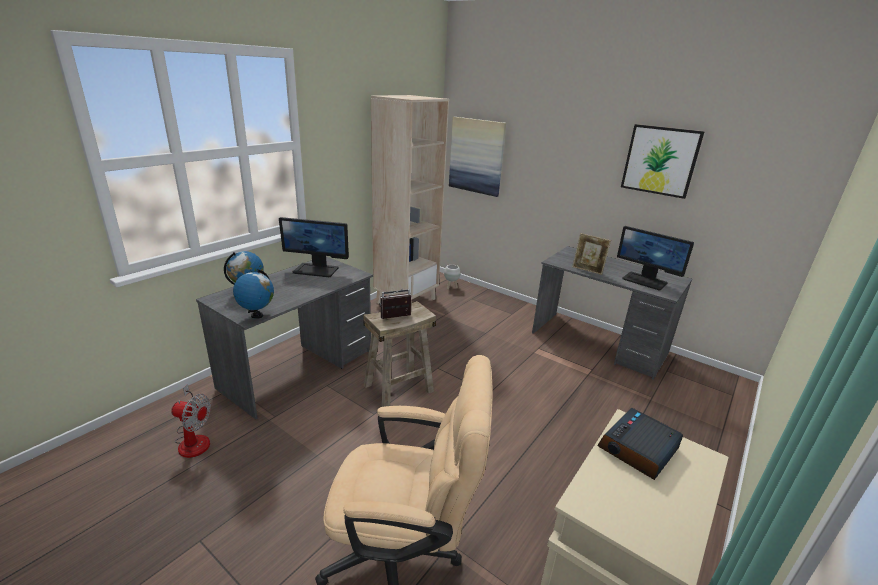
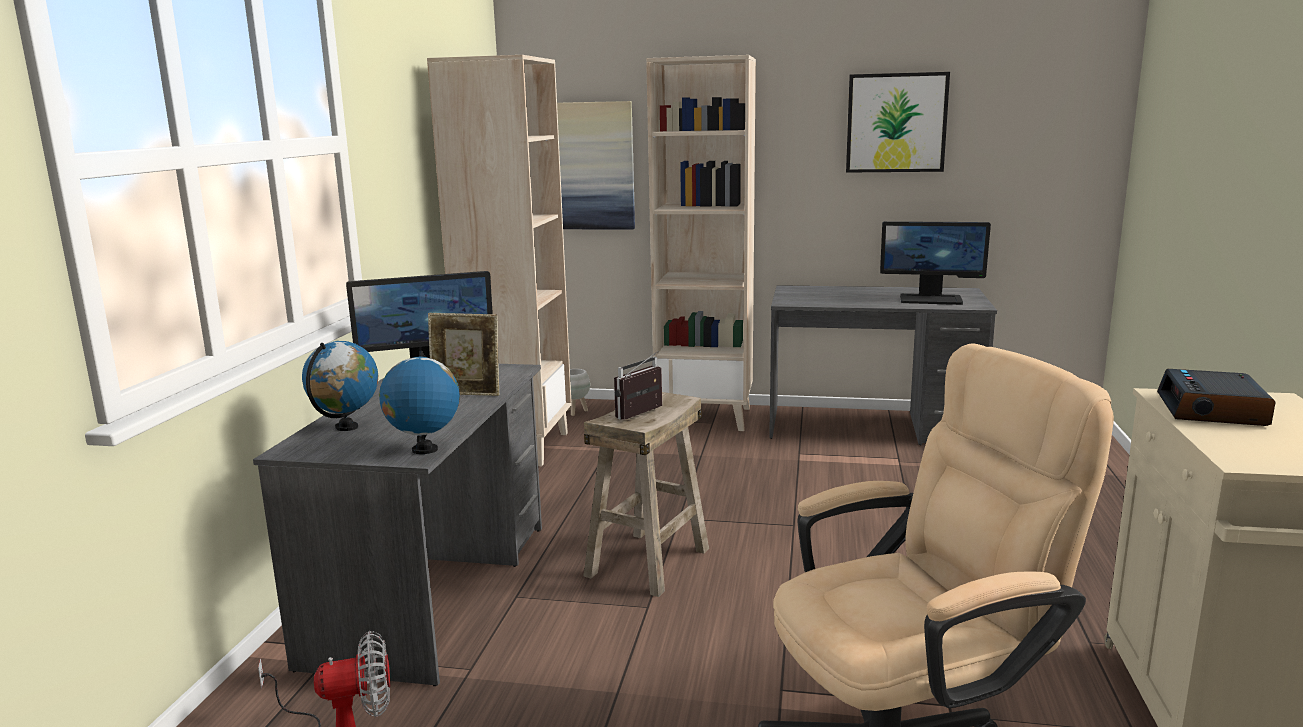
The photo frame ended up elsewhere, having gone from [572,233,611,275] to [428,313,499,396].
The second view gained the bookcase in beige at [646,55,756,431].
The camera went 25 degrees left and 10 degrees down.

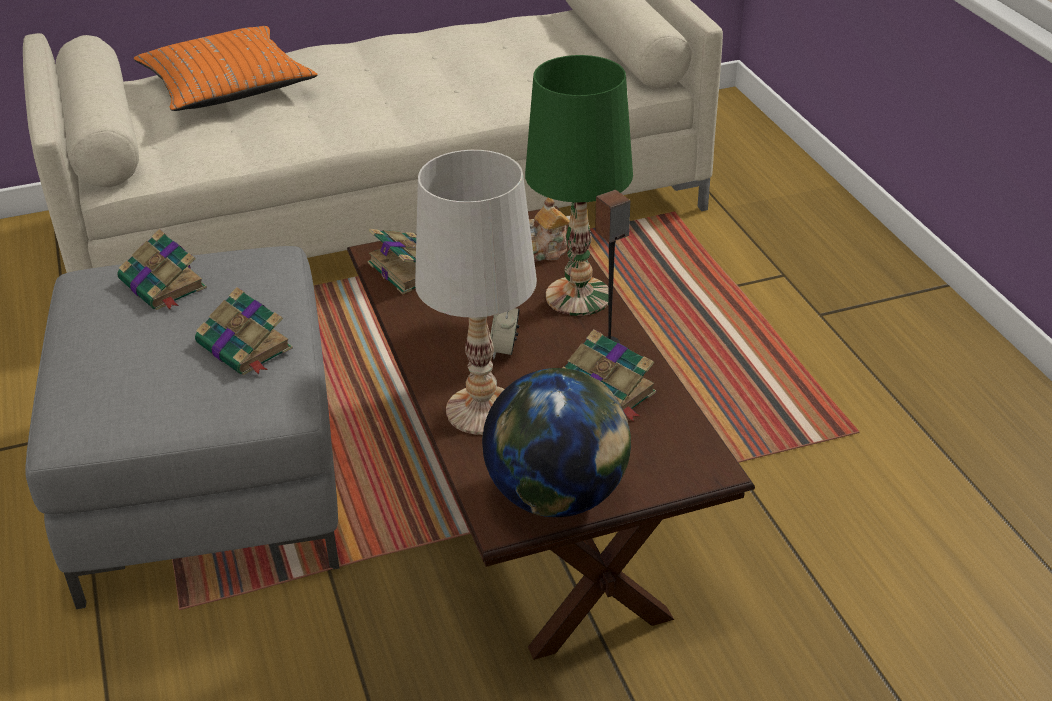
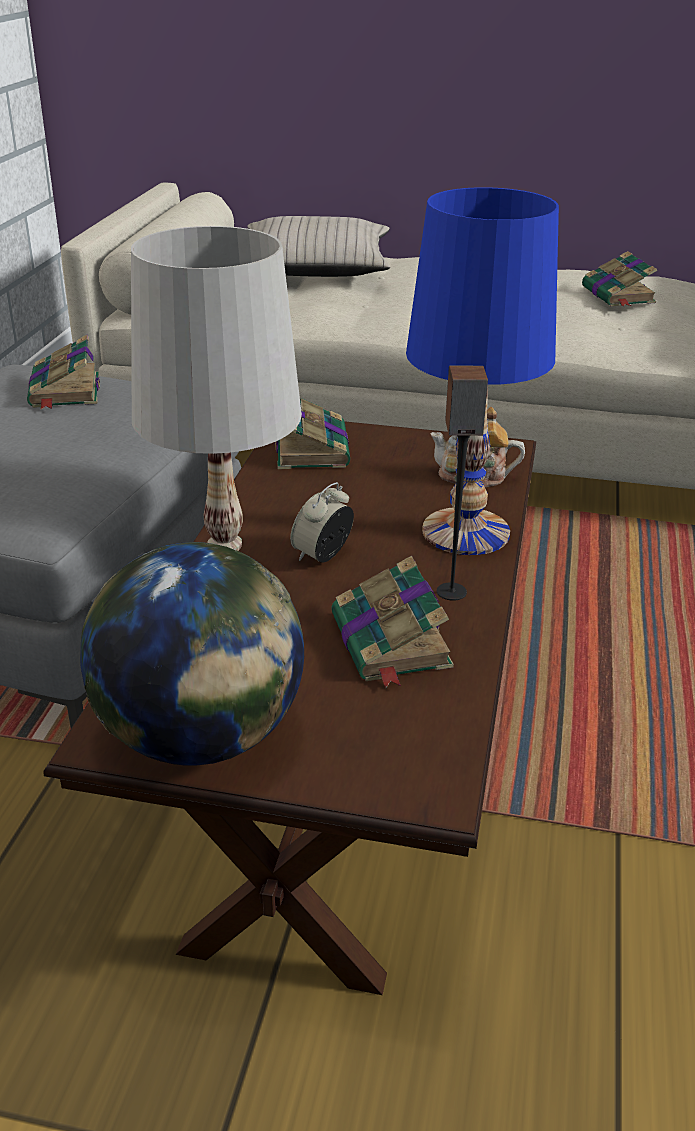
What was the pillow in orangey at [134,26,317,111] turned into the pillow in beige at [248,216,390,277].
What was the tabletop lamp in green-coloured at [525,55,633,316] turned into the tabletop lamp in bluish at [406,187,559,555].
The volume ended up elsewhere, having gone from [195,287,293,375] to [582,251,657,307].
The camera went 30 degrees right and 5 degrees down.

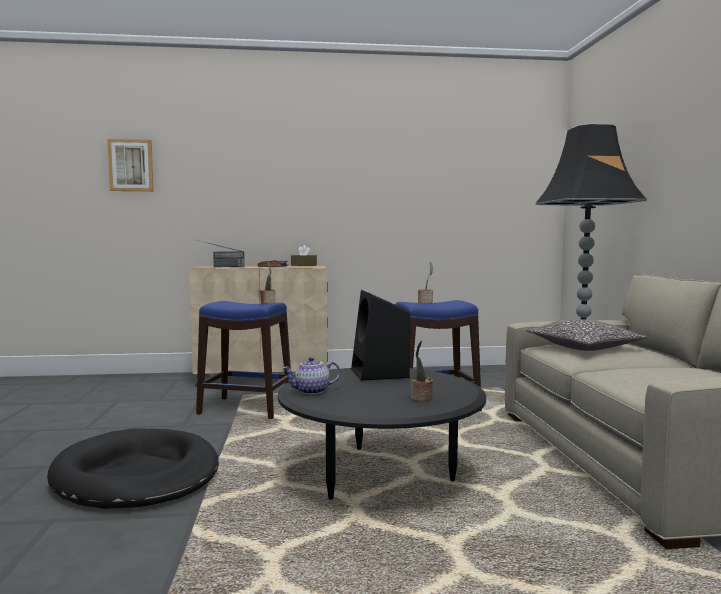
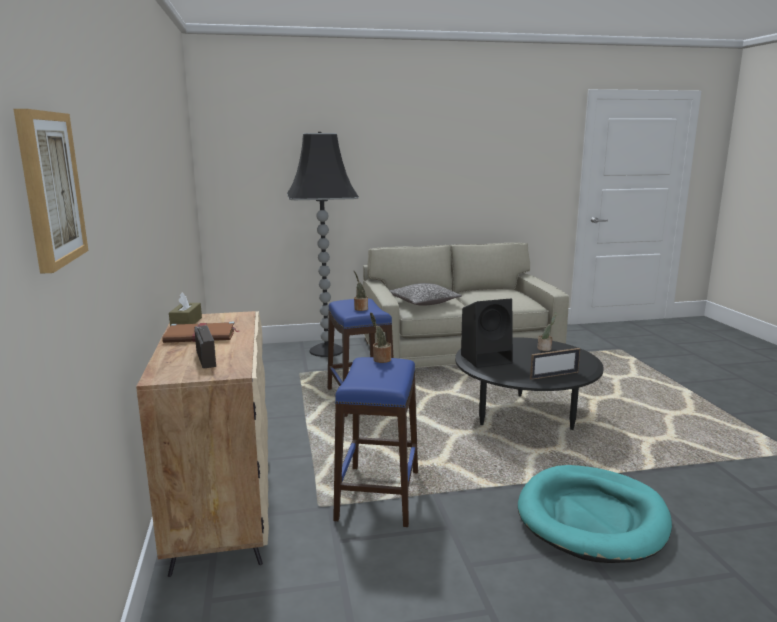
Where the pot for tea stood at [282,357,340,395], the photo frame came to stand at [530,348,580,380].
What was the pet bed in black-coloured at [47,429,219,509] turned into the pet bed in blue-green at [518,465,672,563].
The camera went 95 degrees left and 10 degrees up.

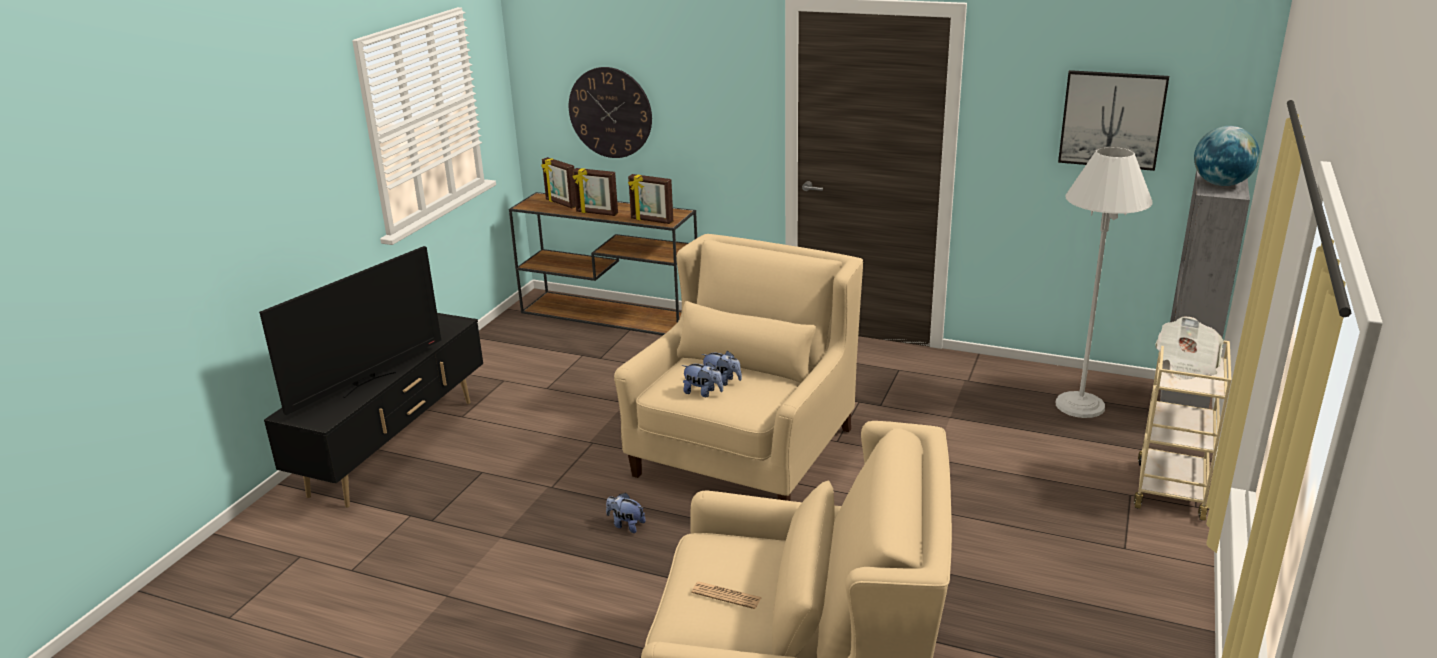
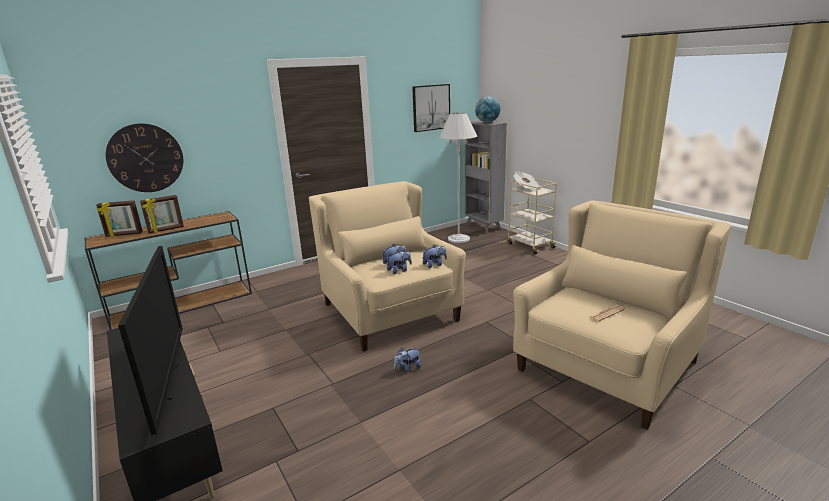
The second view lost the photo frame at [628,174,673,224].
The second view gained the soft toy at [423,245,447,268].
The camera went 55 degrees left and 5 degrees down.

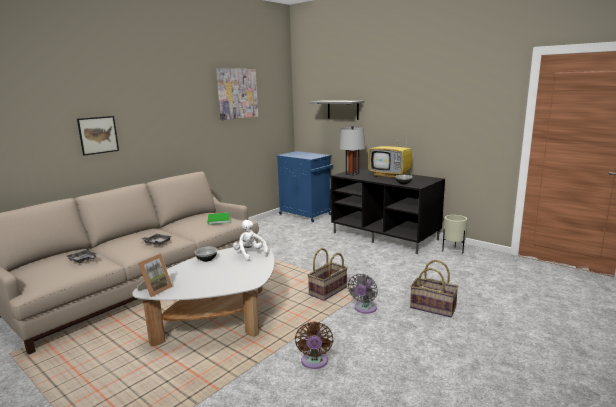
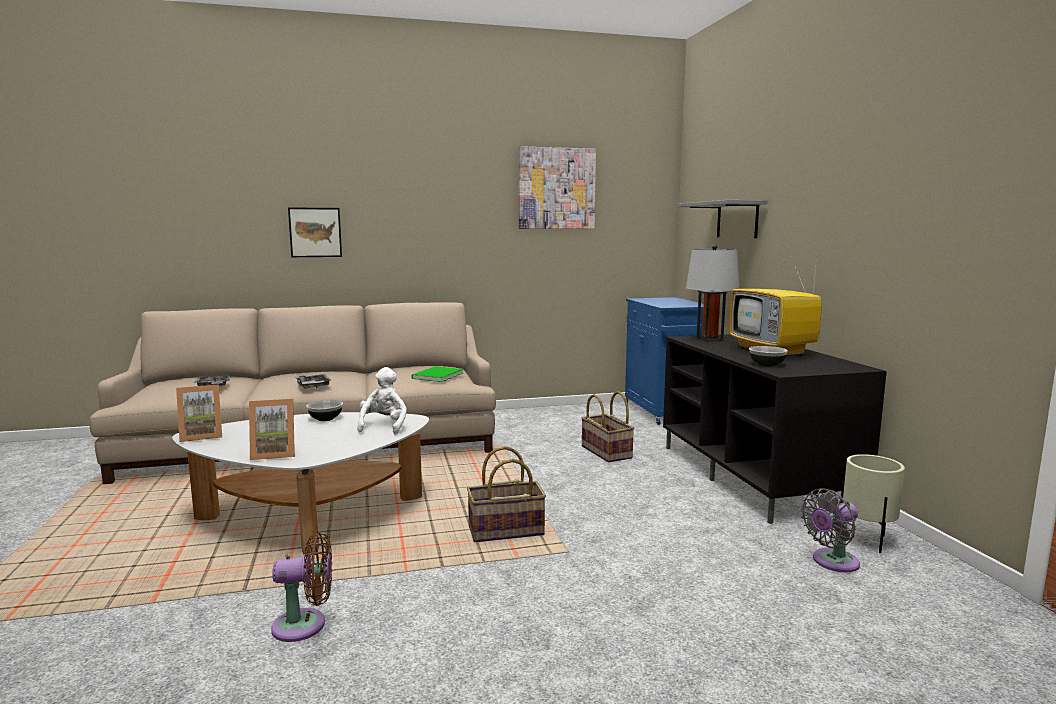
The basket ended up elsewhere, having gone from [410,260,459,317] to [581,391,634,462].
The cooling fan in greyish ended up elsewhere, having gone from [348,274,378,314] to [801,488,860,572].
The cooling fan in brownish at [295,321,333,369] ended up facing another way, 135 degrees counterclockwise from before.
The second view gained the photo frame at [249,399,295,460].
The camera went 35 degrees right and 5 degrees down.

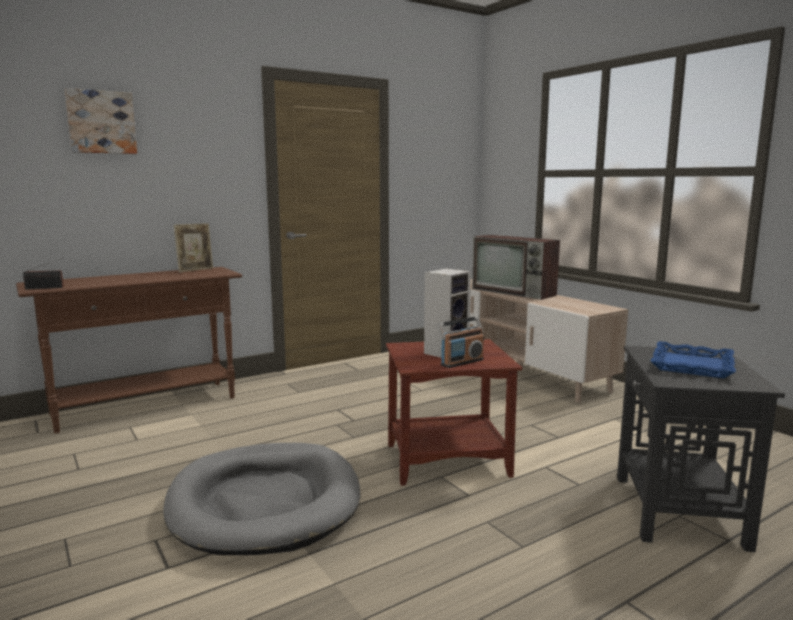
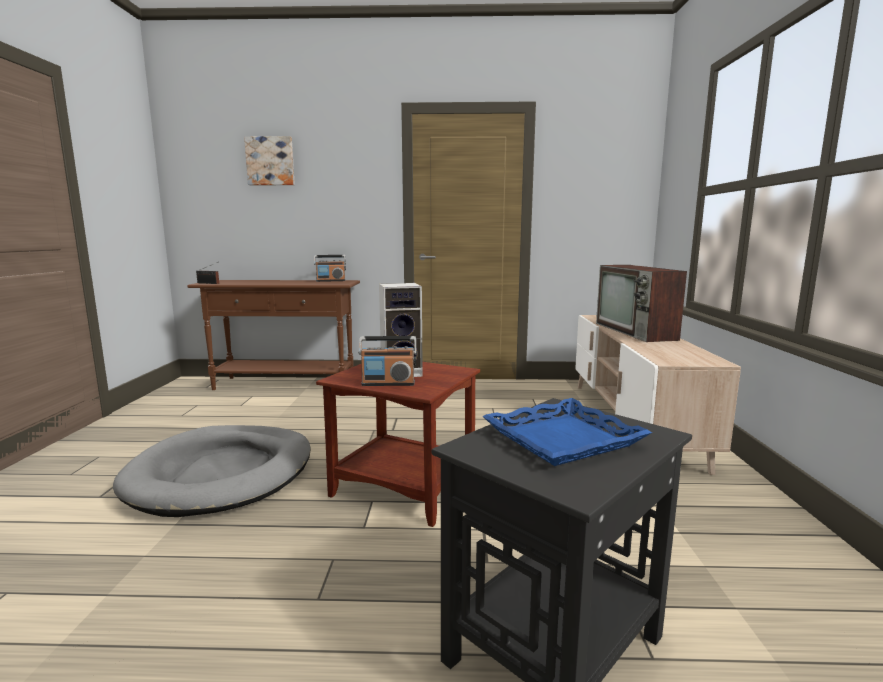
Where the photo frame stood at [174,223,213,272], the radio came to stand at [314,255,346,282].
The camera went 35 degrees right and 0 degrees up.

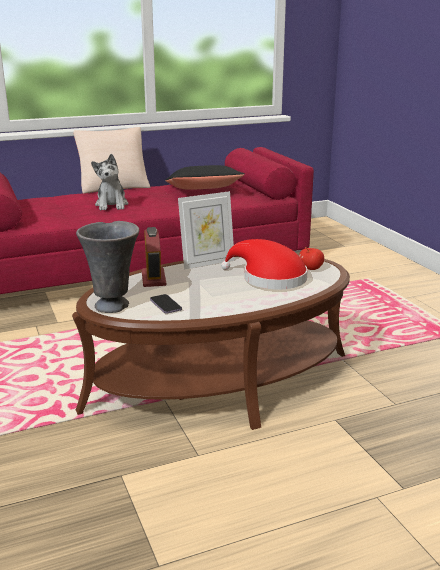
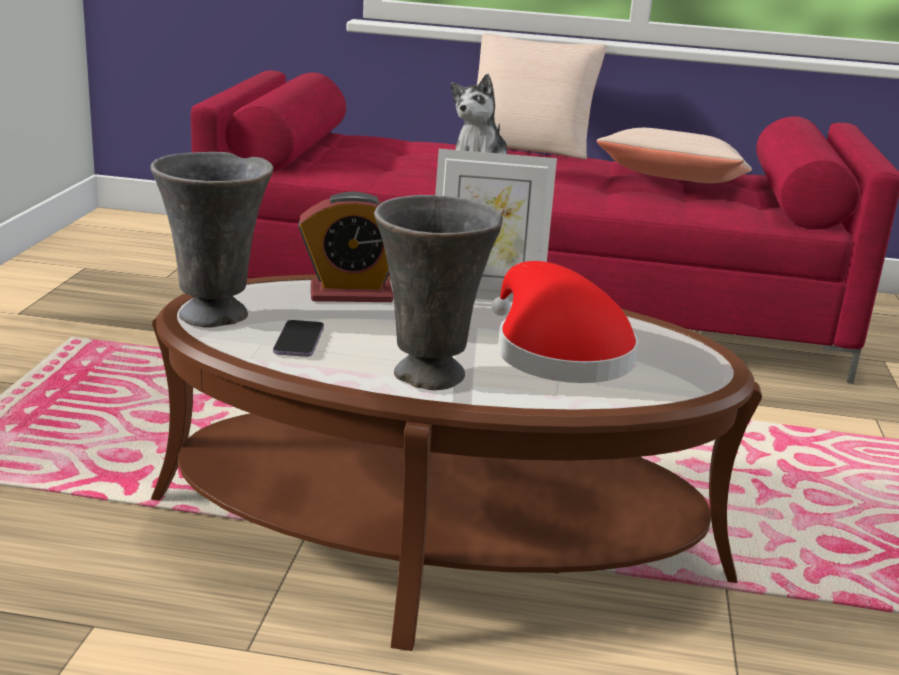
What was the pillow in black-coloured at [165,165,245,190] turned into the pillow in beige at [597,128,752,183].
The table clock at [142,227,167,287] ended up facing another way, 60 degrees clockwise from before.
The second view lost the whole apple at [299,247,324,270].
The second view gained the decorative vase in greyish at [374,195,502,390].
The camera went 30 degrees right and 0 degrees up.

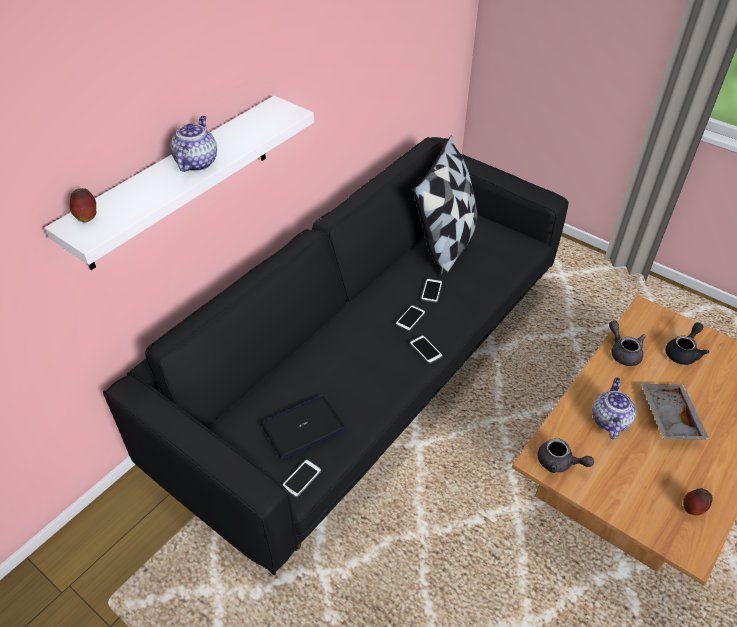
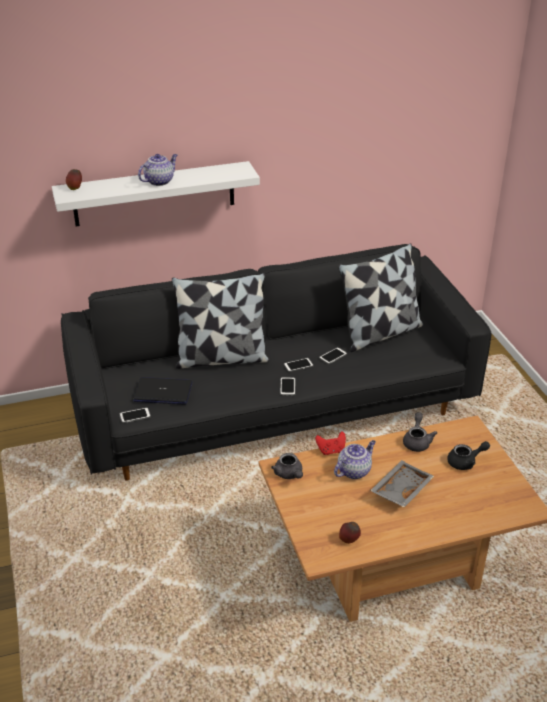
The second view gained the pillow at [172,273,269,369].
The second view gained the gamepad in red-coloured at [315,431,346,455].
The camera went 35 degrees right and 10 degrees down.

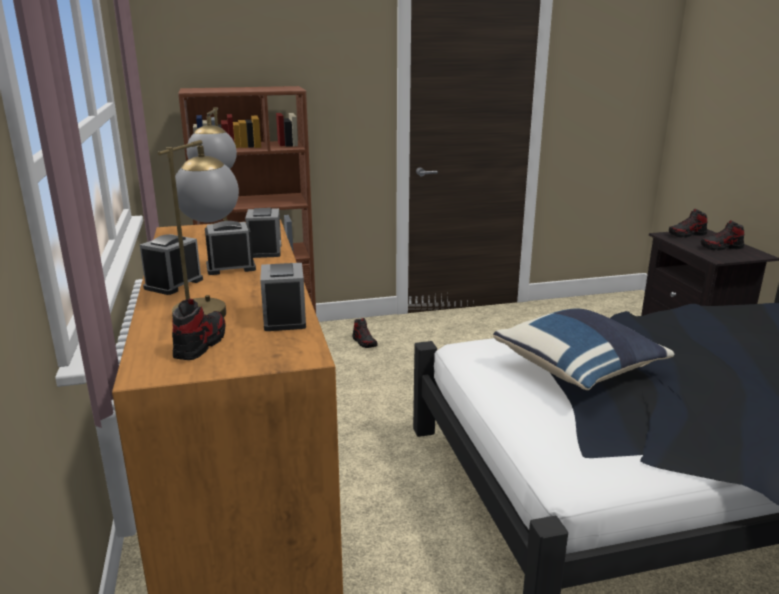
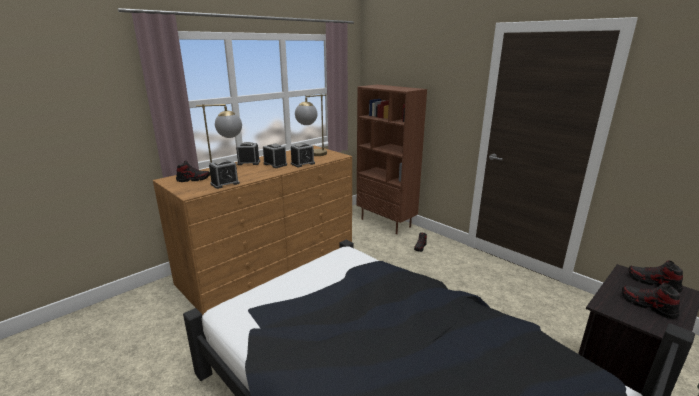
The second view lost the pillow in bluish at [493,309,675,390].
The camera went 60 degrees right and 0 degrees up.

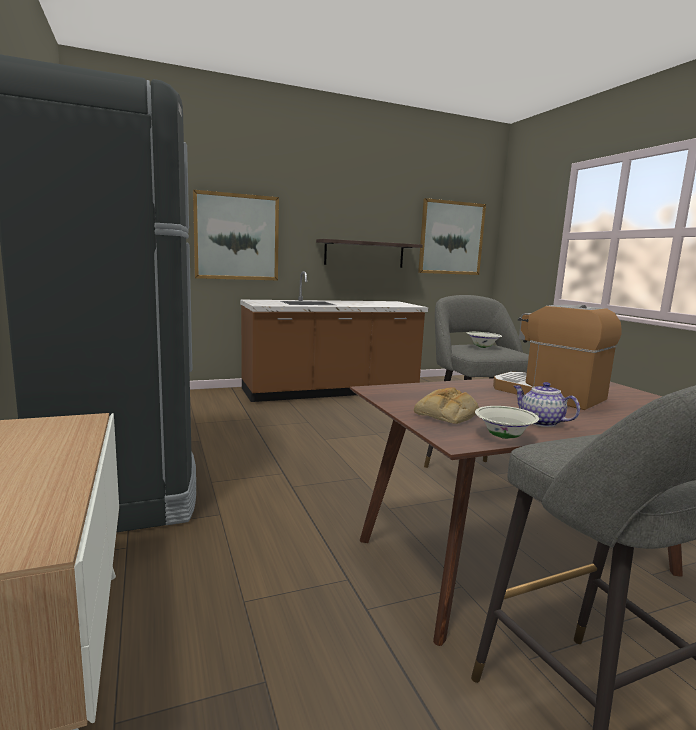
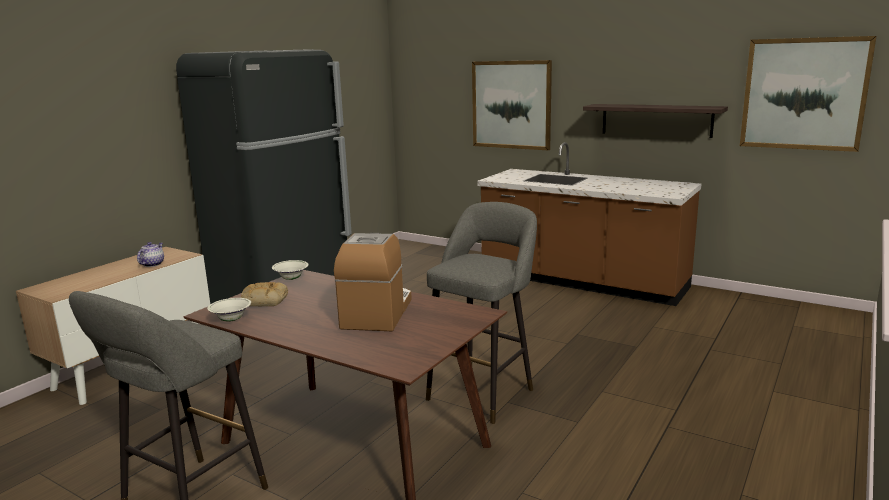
The serving bowl in white ended up elsewhere, having gone from [467,332,502,348] to [272,260,308,280].
The pot for tea ended up elsewhere, having gone from [514,382,580,427] to [137,242,164,267].
The camera went 55 degrees right and 5 degrees up.

